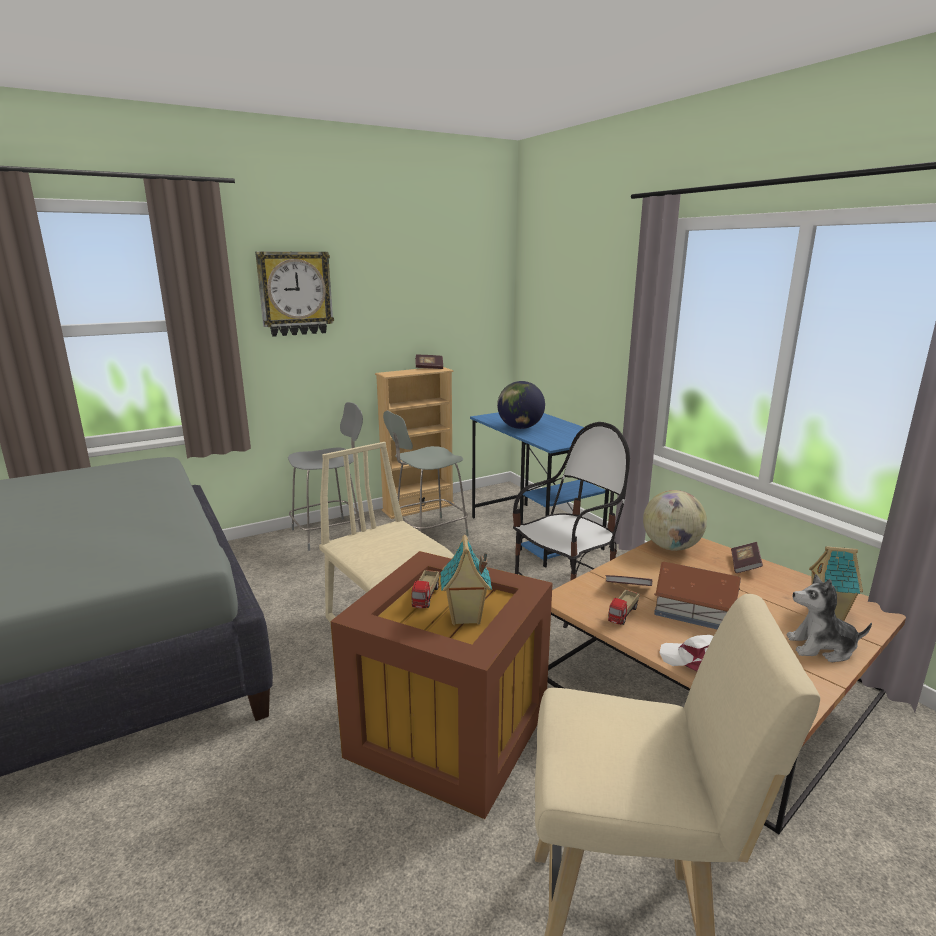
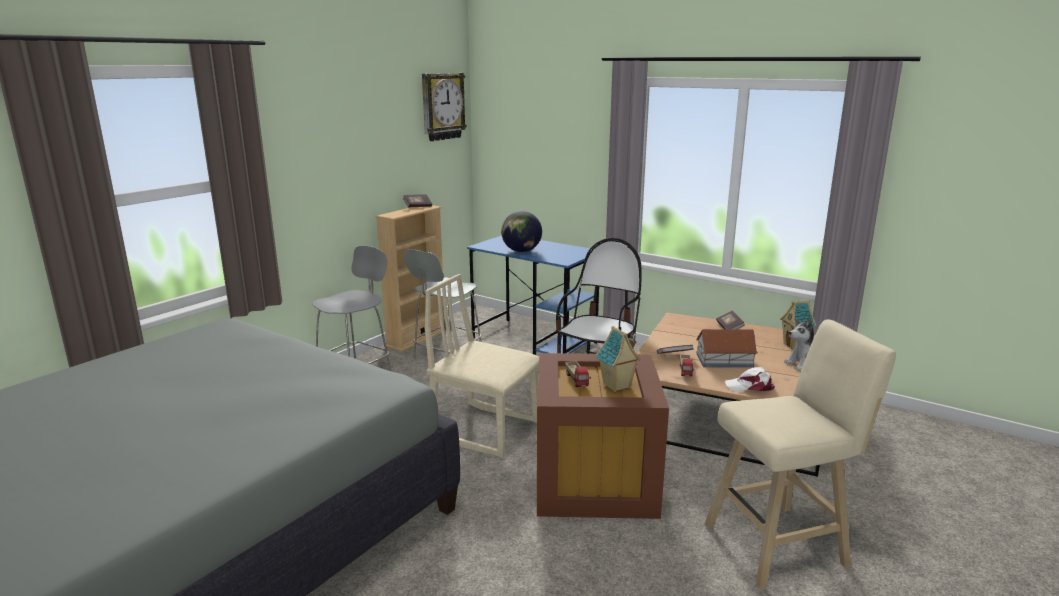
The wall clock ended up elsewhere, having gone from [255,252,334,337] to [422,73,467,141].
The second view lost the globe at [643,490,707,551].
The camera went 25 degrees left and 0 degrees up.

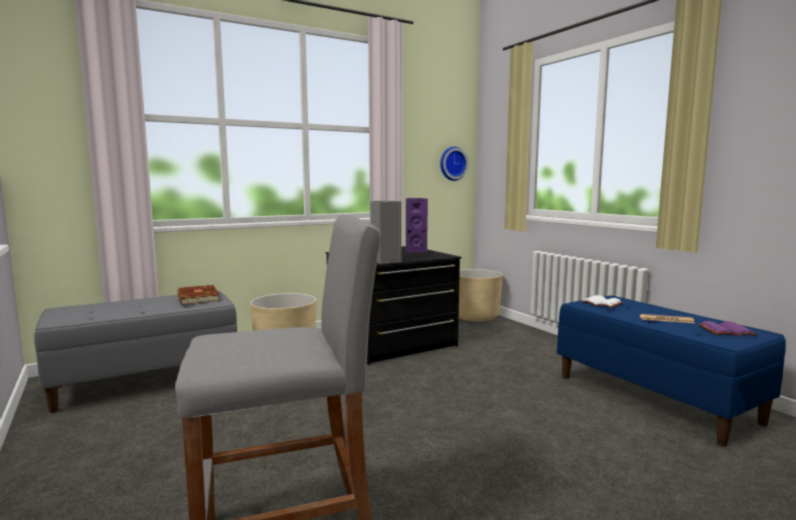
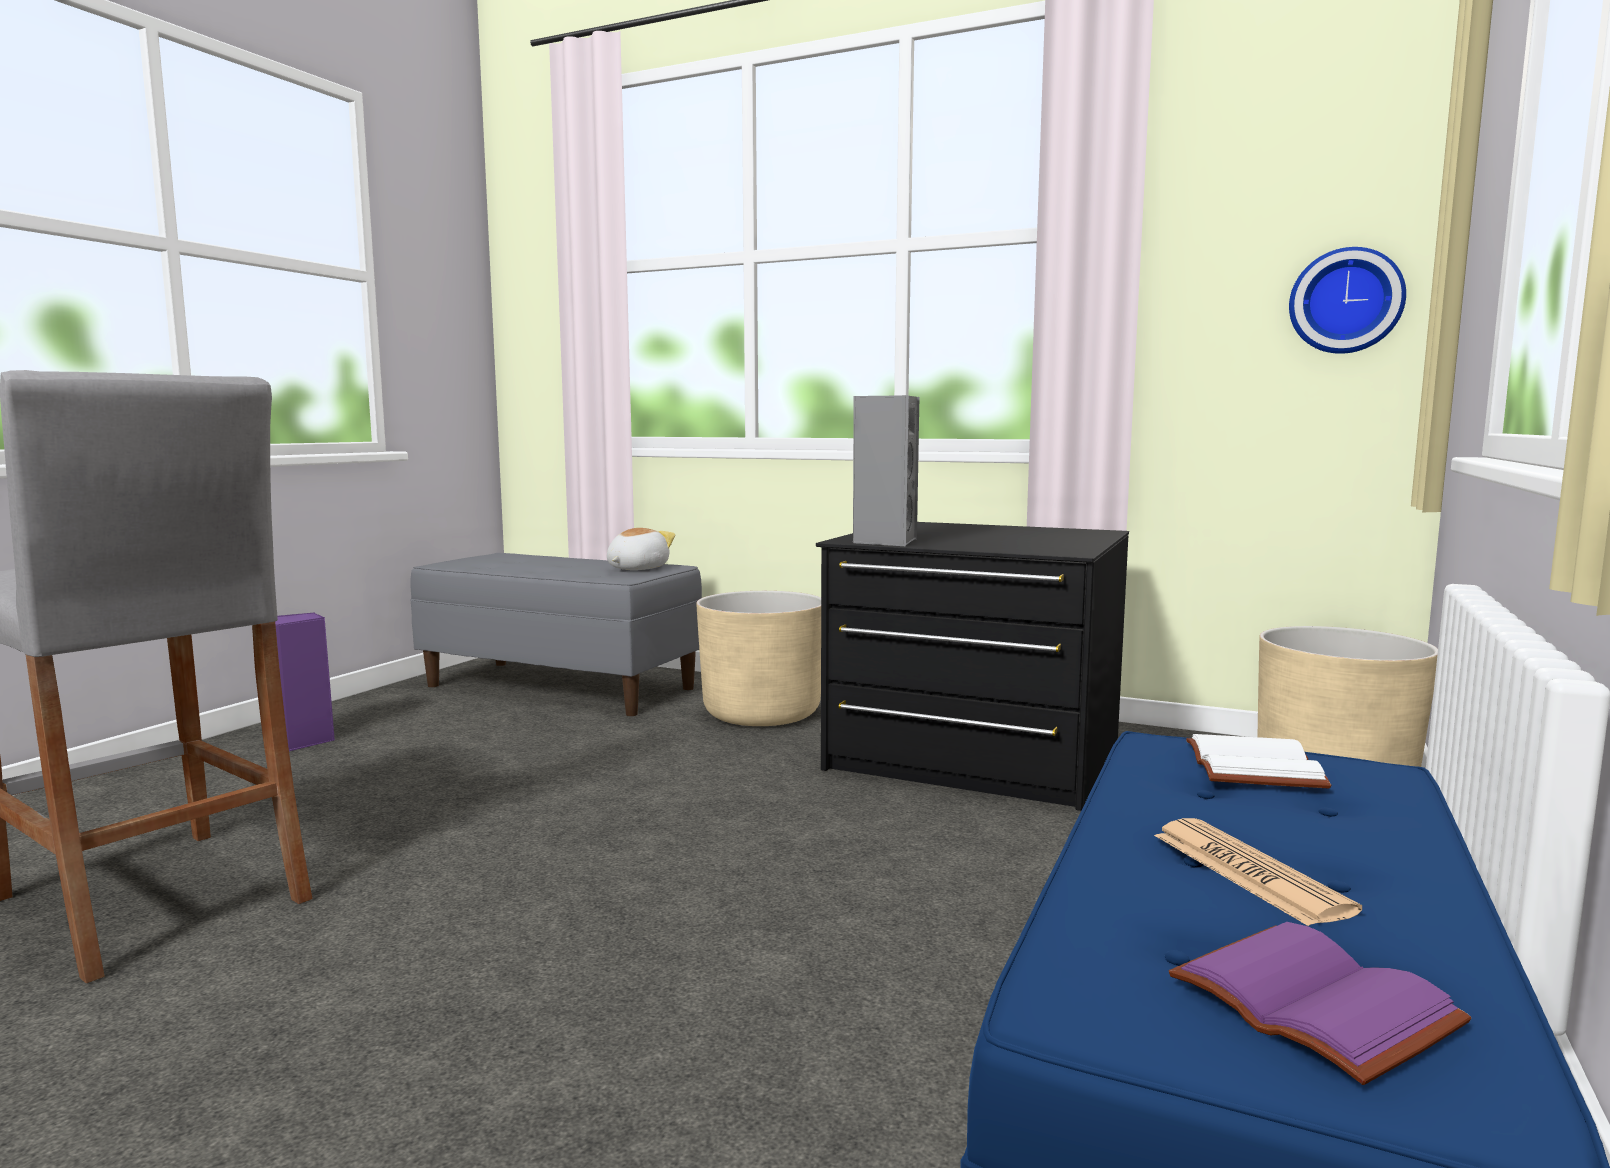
The loudspeaker in purple ended up elsewhere, having gone from [406,198,428,252] to [275,612,335,752].
Where the volume in brownish stood at [177,285,219,305], the soft toy came to stand at [607,528,675,570].
The camera went 55 degrees right and 0 degrees up.

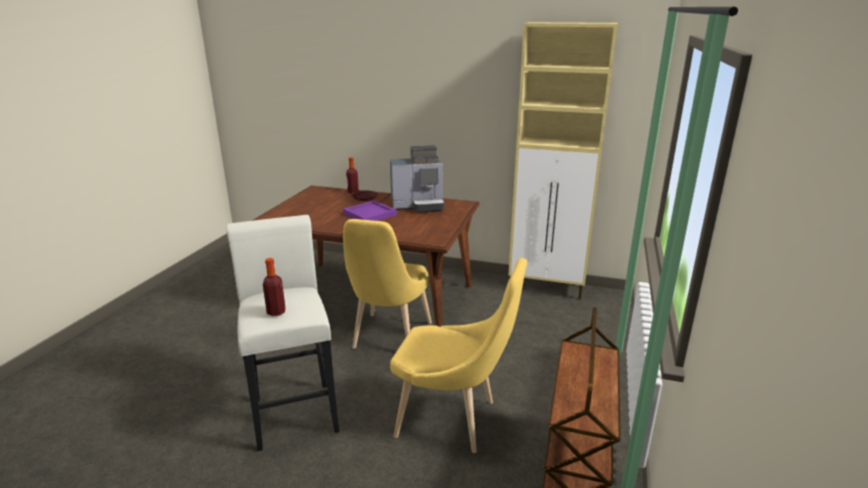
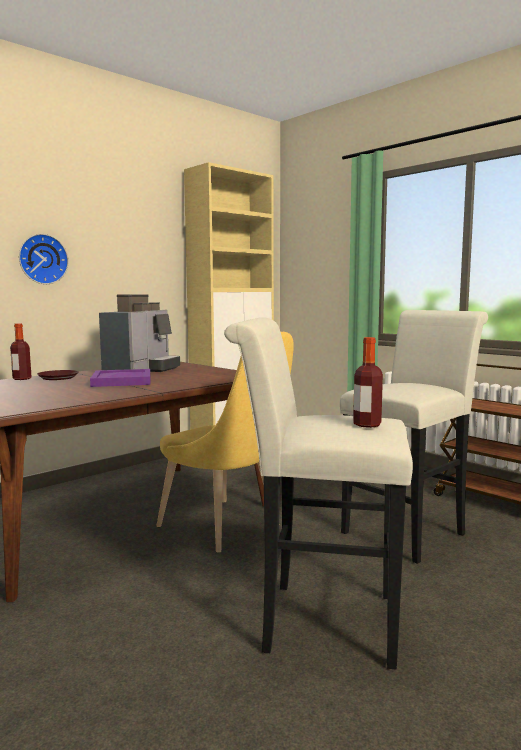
Where the upright chair in yellowish stood at [390,258,527,453], the stool in white came to stand at [340,310,488,564].
The second view gained the wall clock at [19,234,68,284].
The camera went 60 degrees left and 15 degrees down.

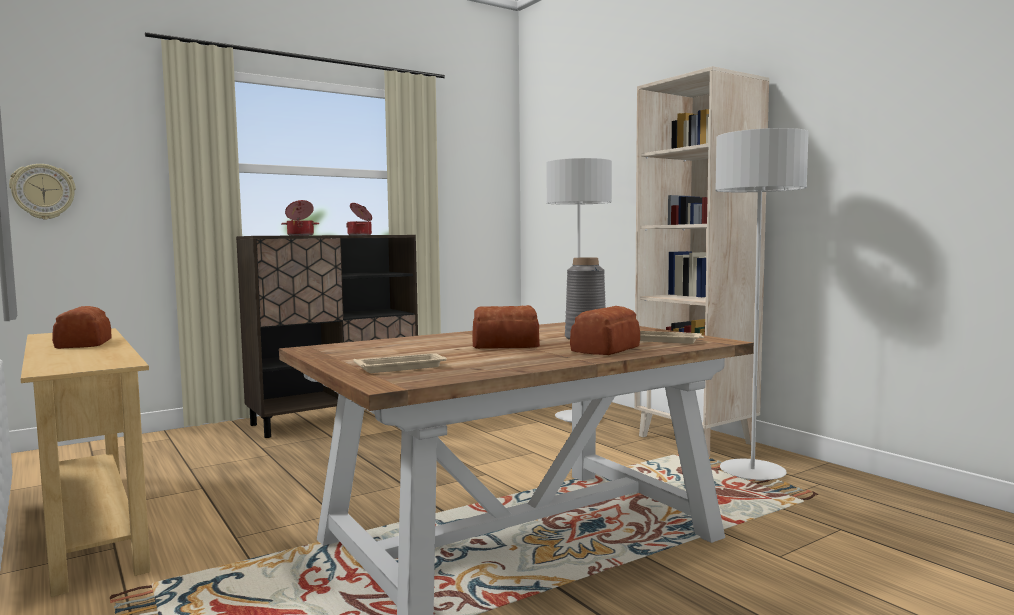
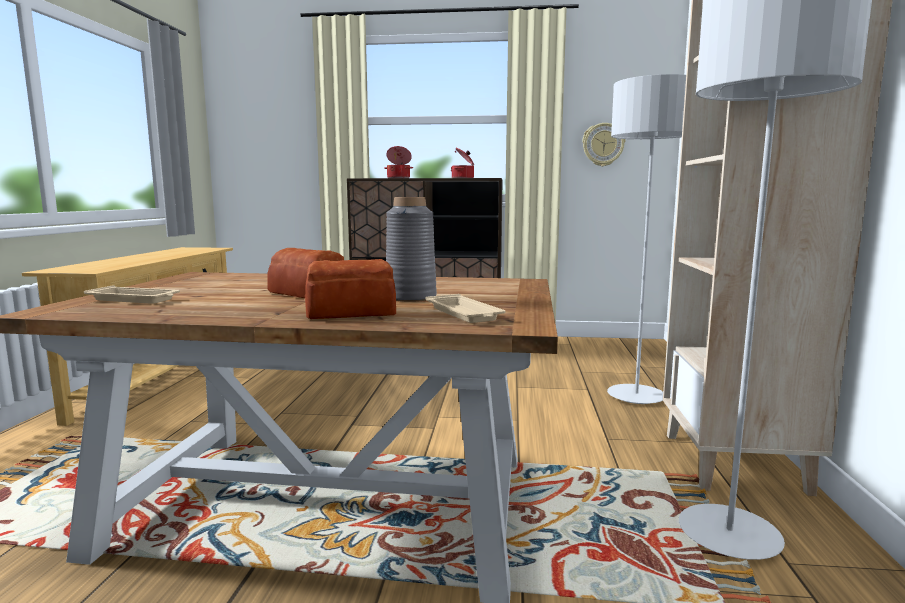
The wall clock ended up elsewhere, having gone from [9,164,76,220] to [582,123,626,166].
The second view lost the bakery bread at [52,306,111,349].
The camera went 40 degrees right and 5 degrees up.

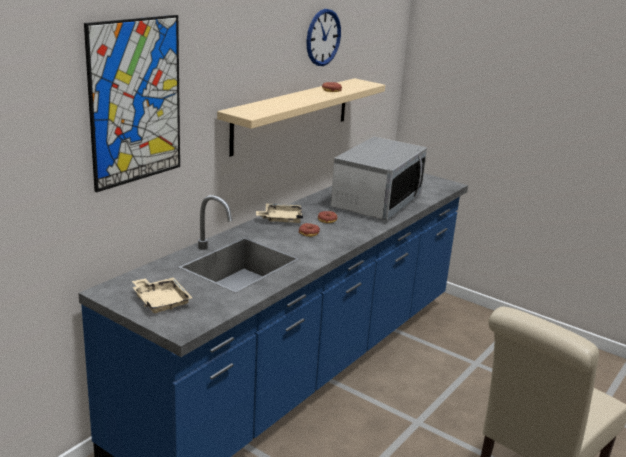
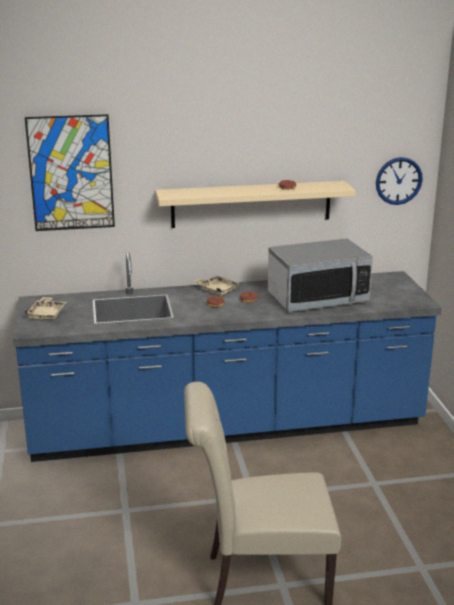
The wall clock ended up elsewhere, having gone from [306,9,341,66] to [376,157,423,205].
The camera went 45 degrees right and 0 degrees up.

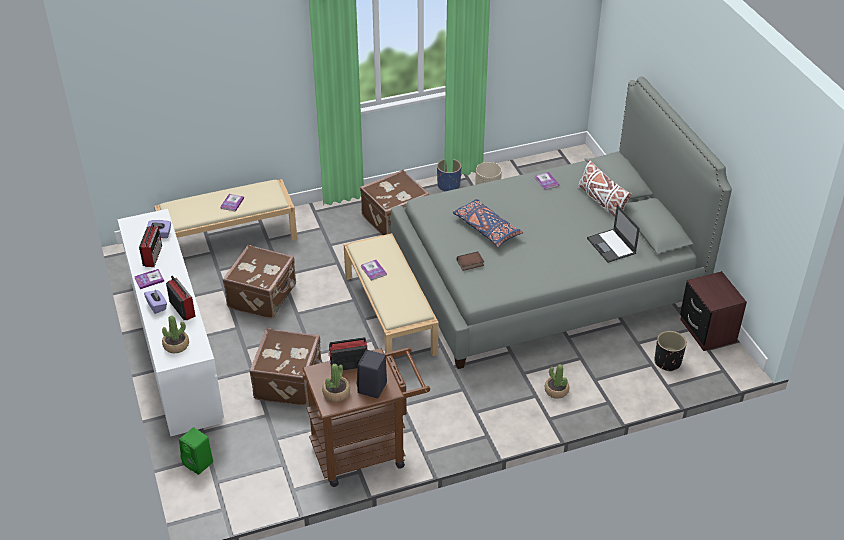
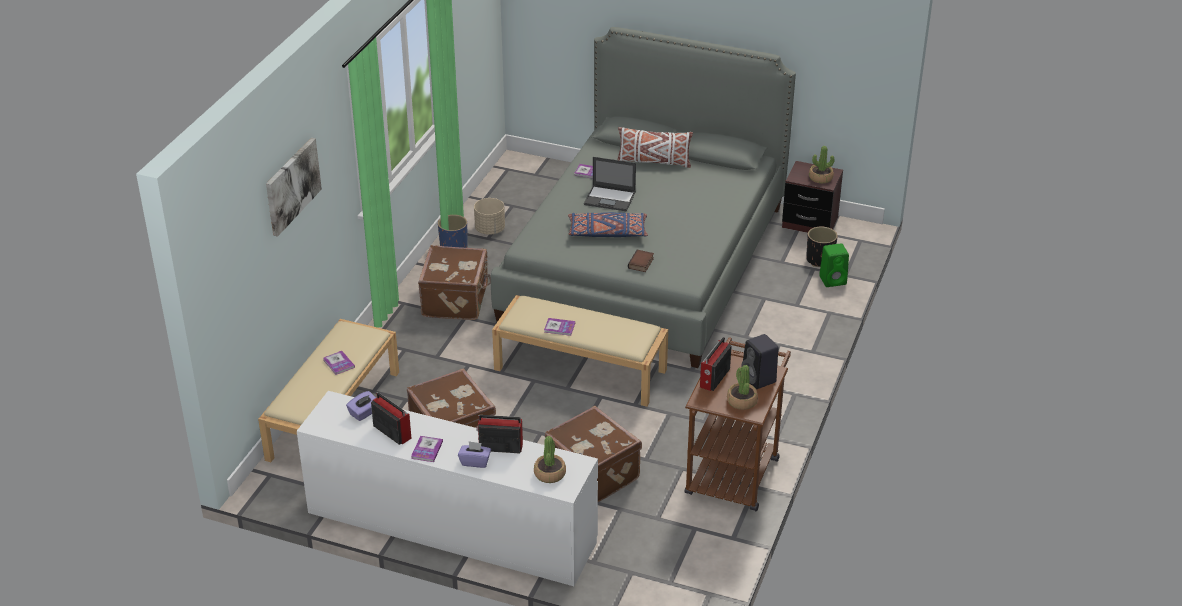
The laptop ended up elsewhere, having gone from [587,205,640,263] to [584,157,636,212].
The plant in a pot ended up elsewhere, having gone from [545,364,569,399] to [809,146,834,183].
The loudspeaker in green-coloured ended up elsewhere, having gone from [179,427,213,475] to [819,243,849,287].
The second view gained the wall art at [266,138,322,237].
The camera went 50 degrees left and 5 degrees down.

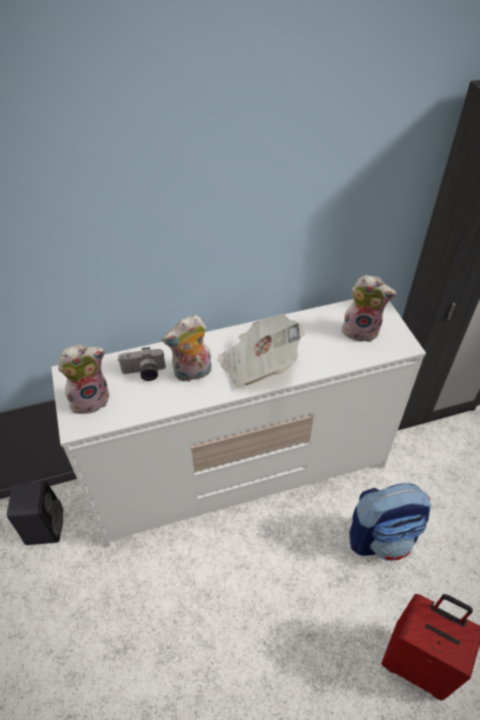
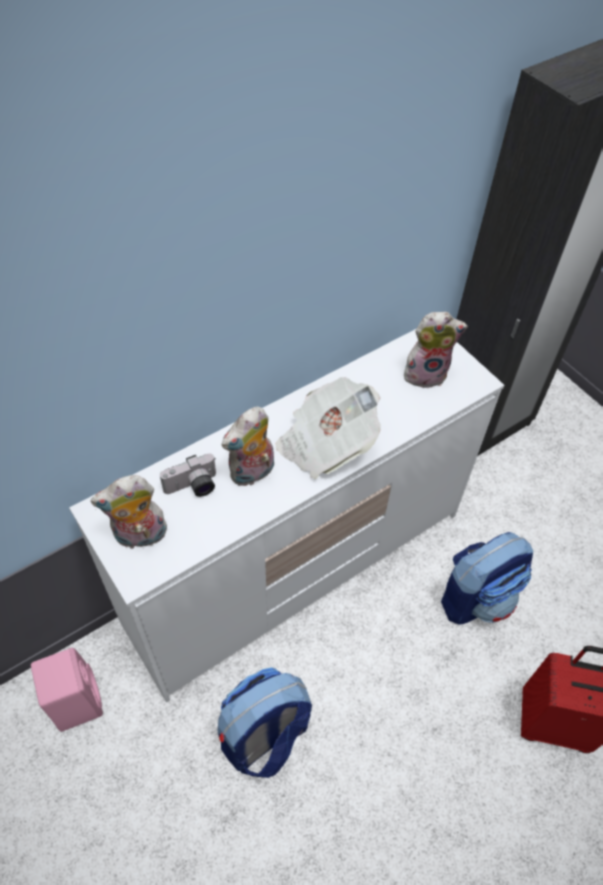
The soft toy at [58,344,109,414] ended up facing another way, 150 degrees counterclockwise from before.
What was the loudspeaker in black-coloured at [7,481,63,545] turned into the loudspeaker in pink at [31,648,103,732].
The second view gained the knapsack at [218,667,312,778].
The camera went 20 degrees left and 5 degrees up.

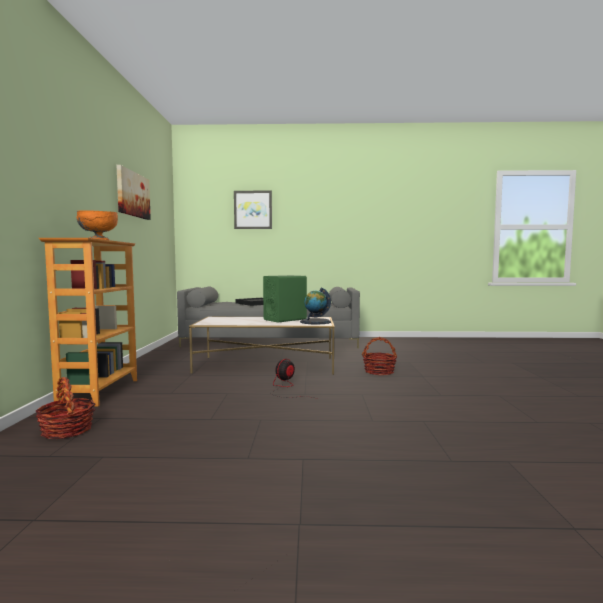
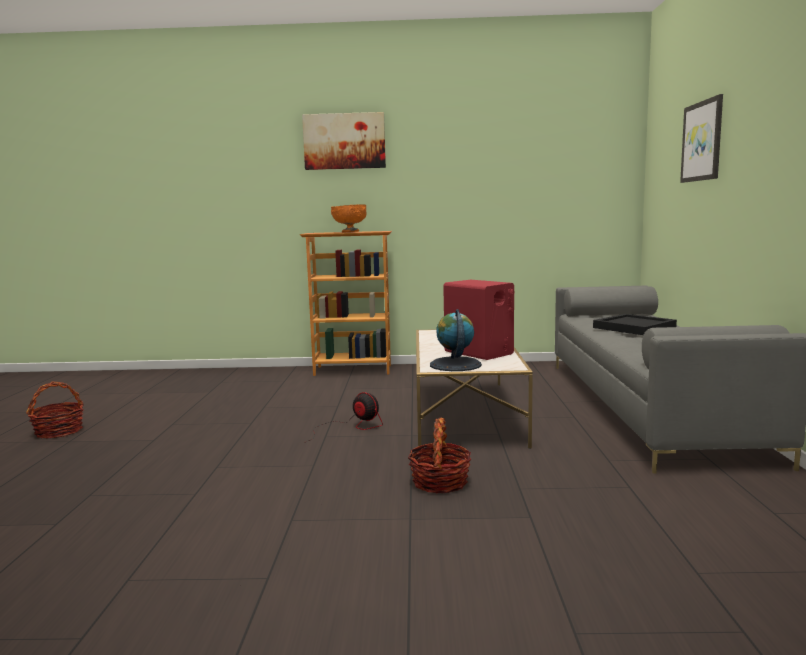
The wall art ended up elsewhere, having gone from [116,165,151,220] to [302,112,386,170].
What was the loudspeaker in green-coloured at [263,275,307,323] turned into the loudspeaker in red-coloured at [443,280,515,360].
The basket ended up elsewhere, having gone from [36,377,95,439] to [26,382,84,438].
The camera went 90 degrees right and 5 degrees up.

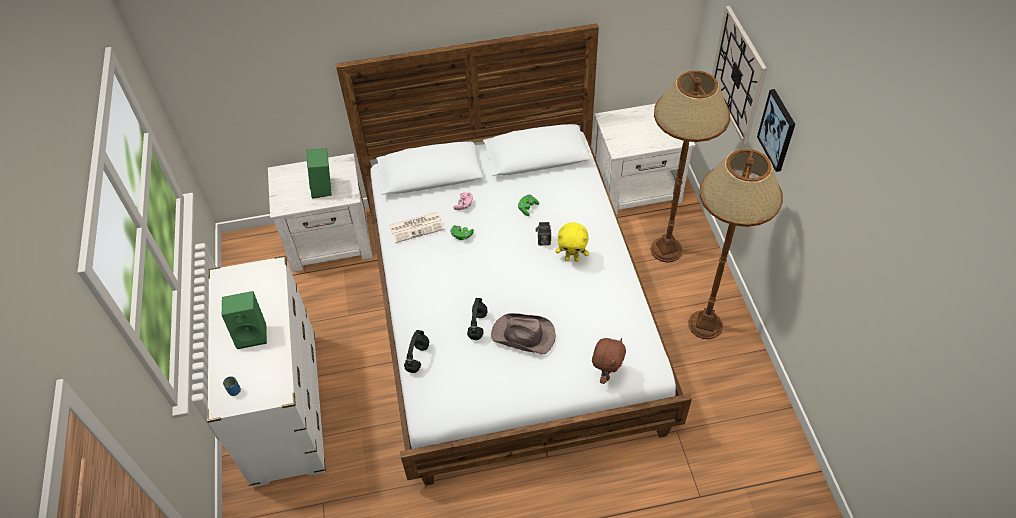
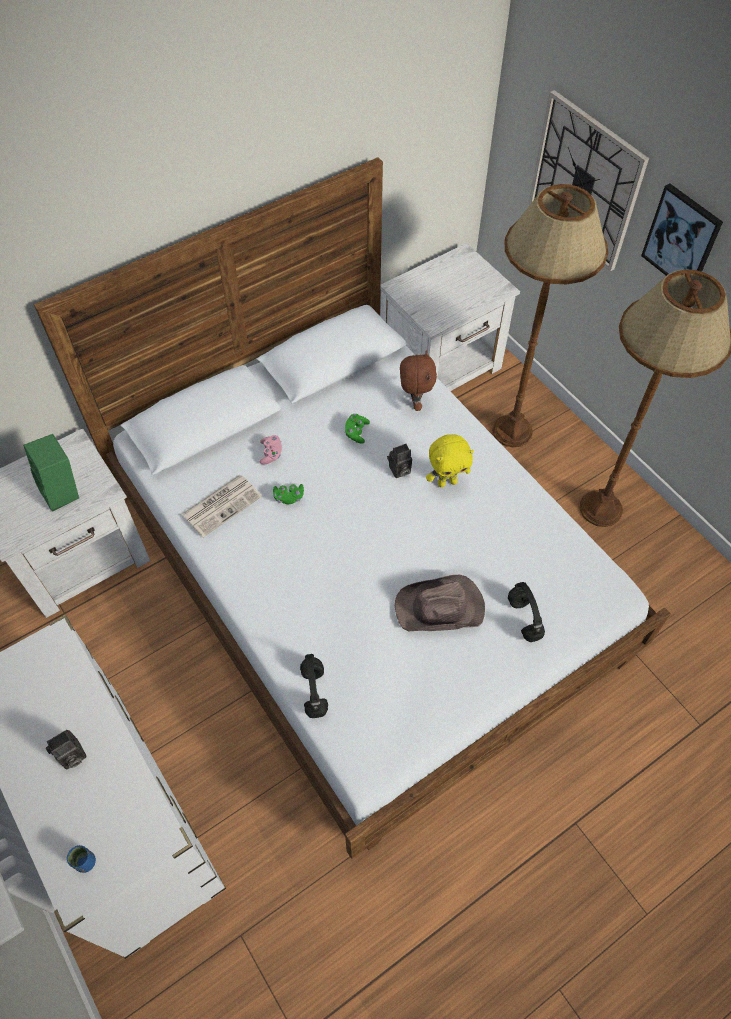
Where the loudspeaker in green-coloured stood at [222,291,267,349], the photo camera came to stand at [46,730,87,770].
The headset in black-coloured ended up elsewhere, having gone from [467,298,488,340] to [508,582,545,642].
The soft toy in brownish ended up elsewhere, having gone from [592,338,626,384] to [400,350,437,411].
The camera went 25 degrees left and 5 degrees up.

